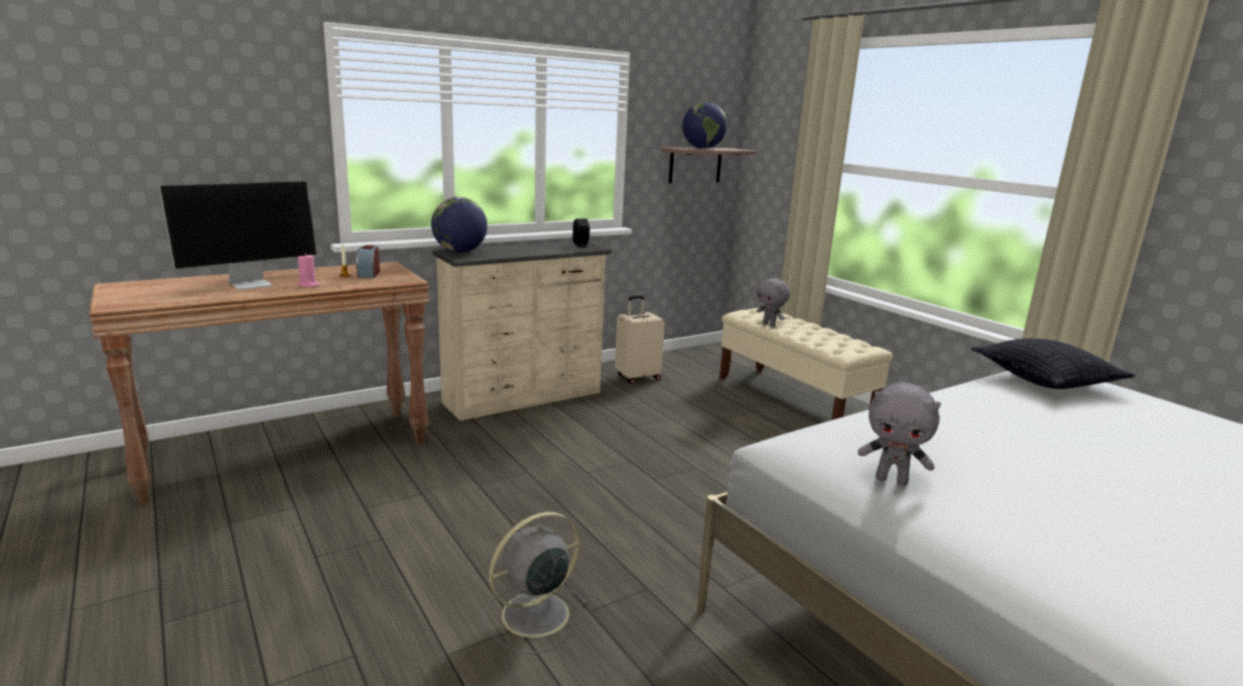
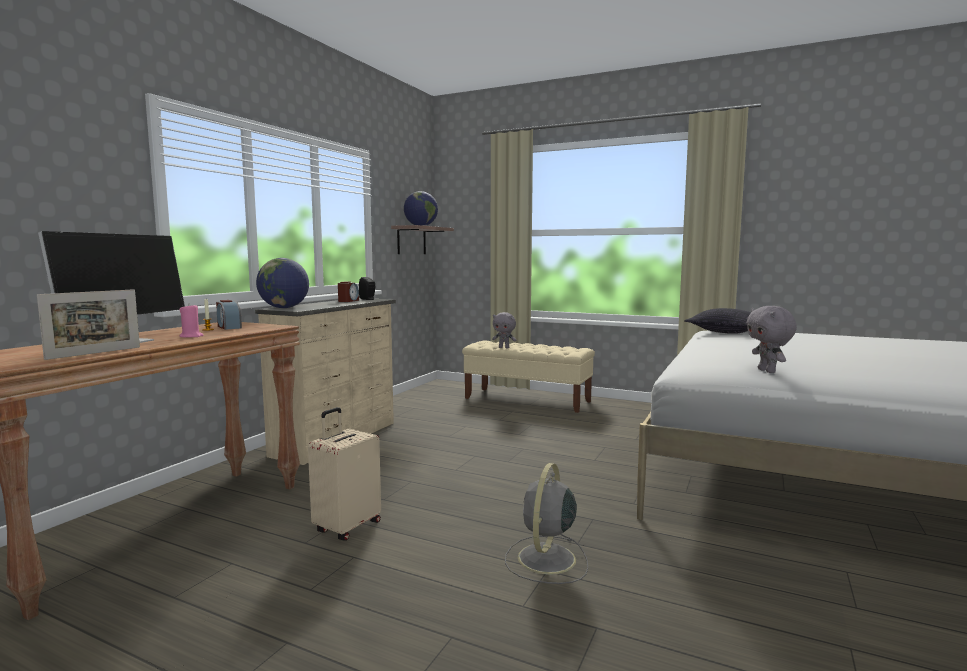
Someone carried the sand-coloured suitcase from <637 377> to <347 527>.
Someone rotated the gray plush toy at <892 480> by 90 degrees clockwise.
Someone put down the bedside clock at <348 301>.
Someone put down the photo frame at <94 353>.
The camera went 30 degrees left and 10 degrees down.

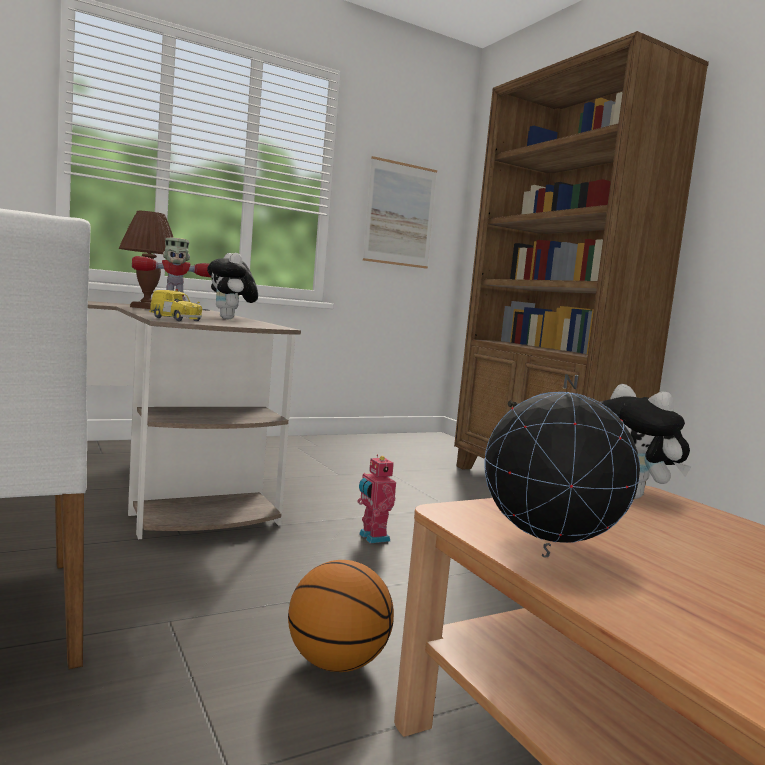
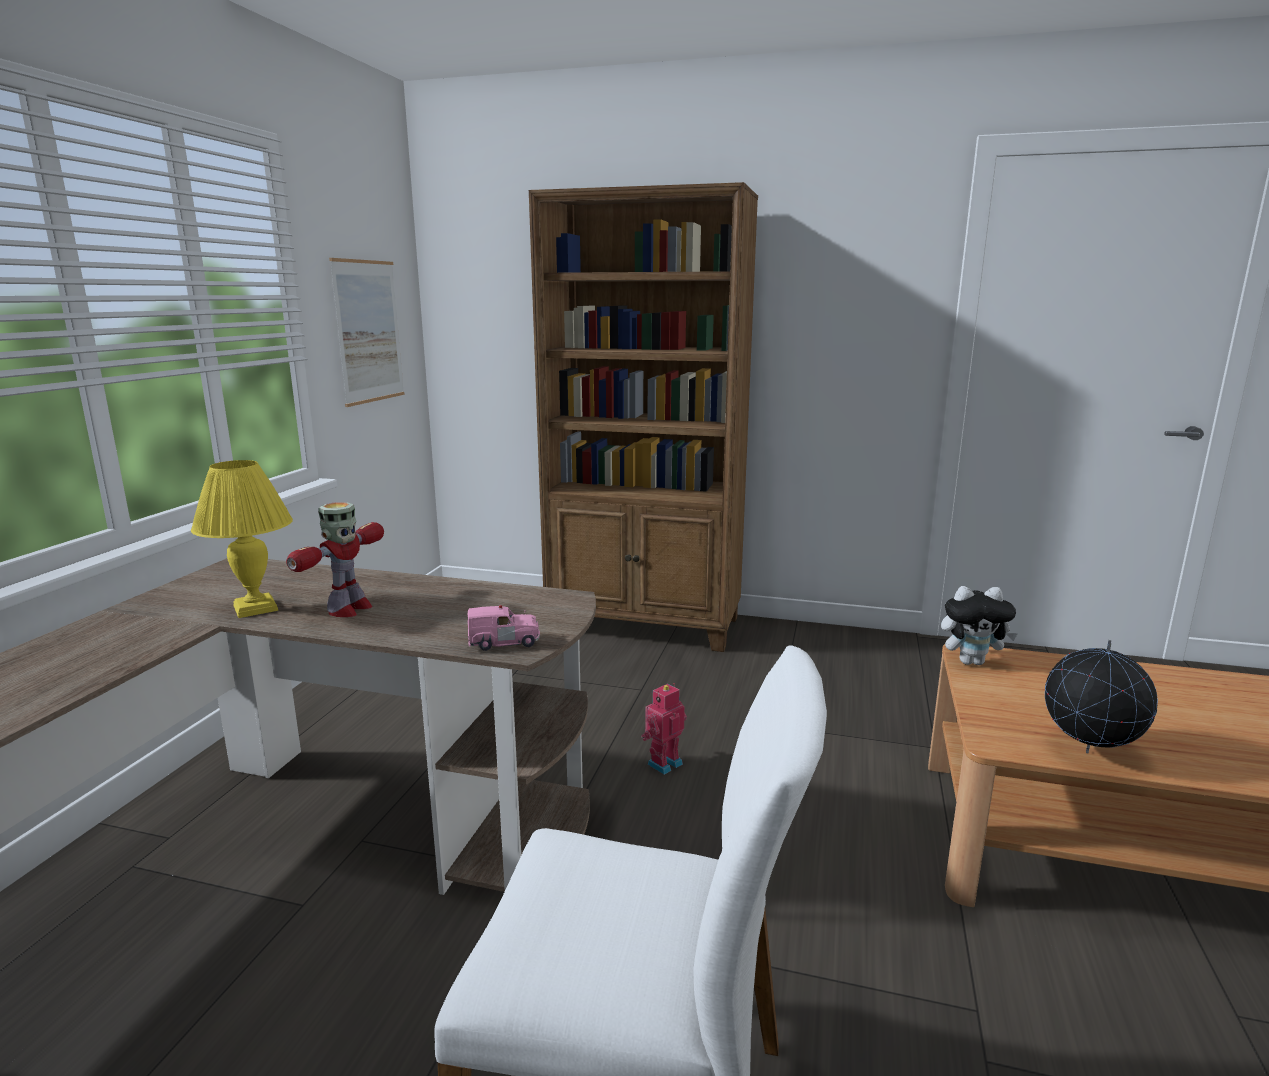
Someone repainted the brown lamp for a table at <146 308>, which became the yellowish lamp for a table at <256 608>.
Someone took away the plush toy at <231 319>.
Someone repainted the yellowish toy car at <176 319>, which became the pink-coloured toy car at <504 642>.
Someone rotated the toy robot at <372 537> by 120 degrees clockwise.
Someone took away the basketball ball at <337 663>.
The camera went 45 degrees left and 10 degrees up.

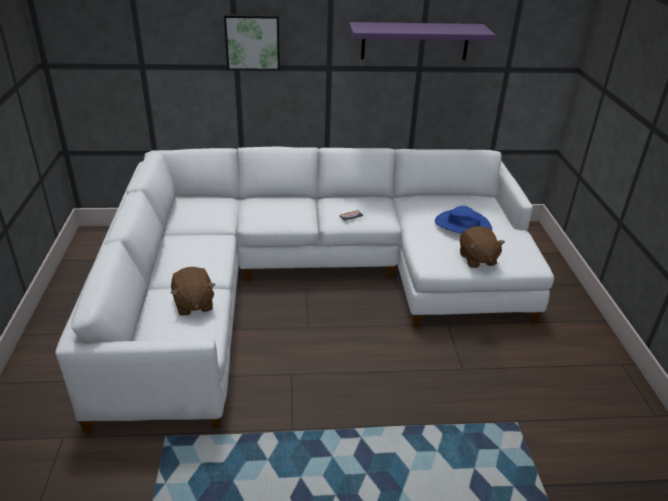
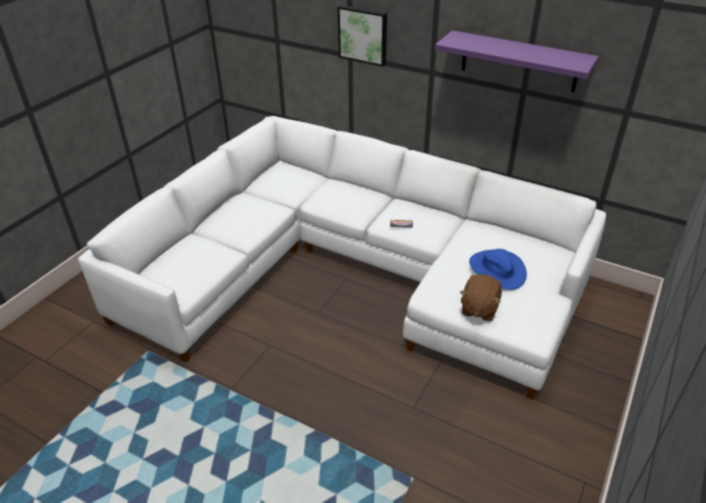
Someone took away the brown plush toy at <193 304>.
The camera went 35 degrees right and 5 degrees up.

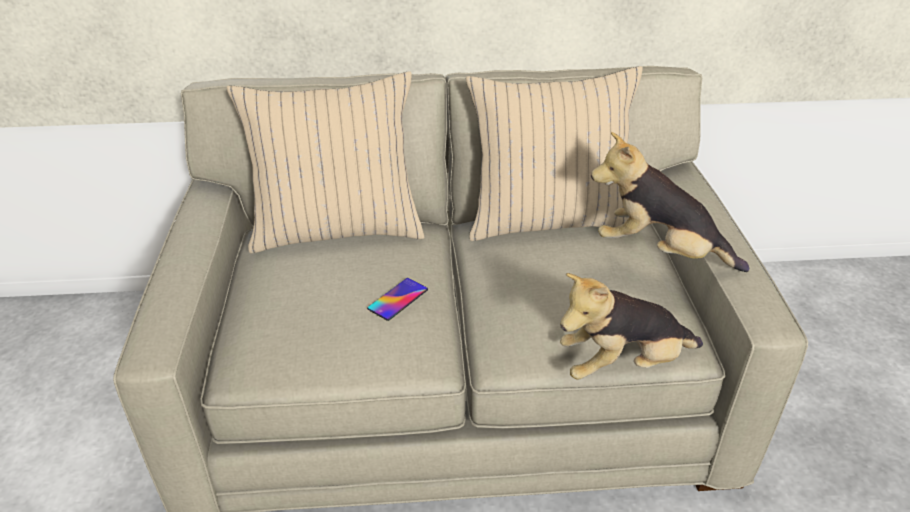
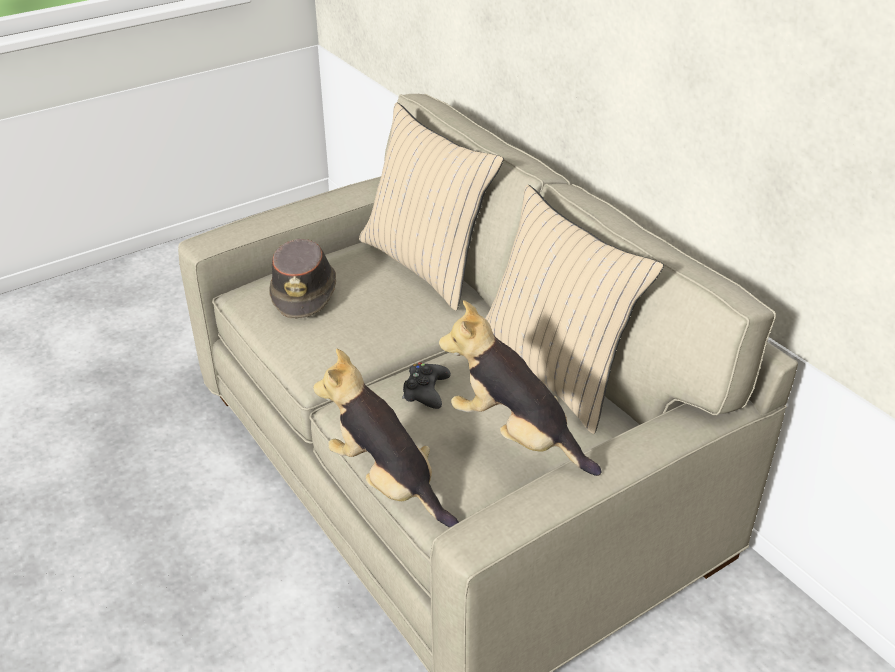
Someone rotated the plush toy at <659 253> by 45 degrees counterclockwise.
Someone took away the handset at <398 299>.
Someone put down the brown hat at <305 292>.
Someone put down the black game controller at <425 391>.
The camera went 60 degrees right and 0 degrees up.

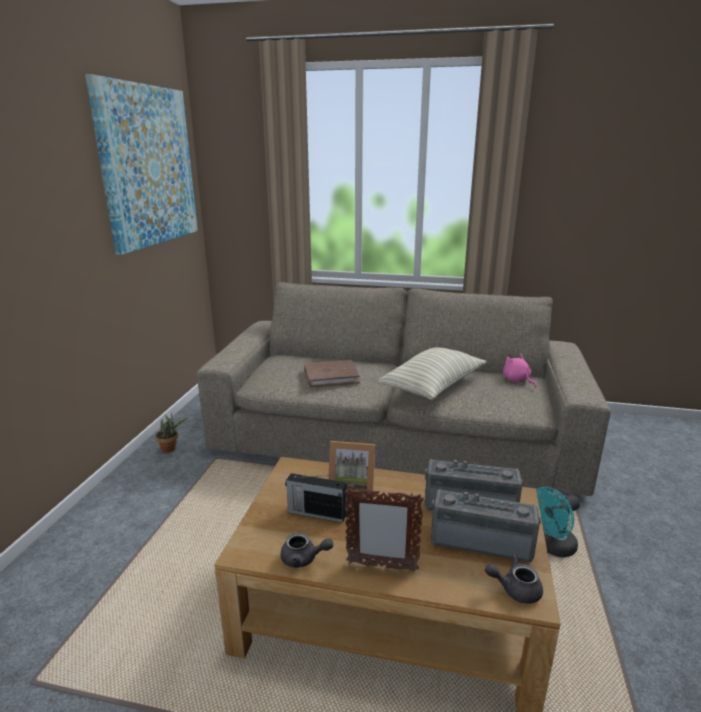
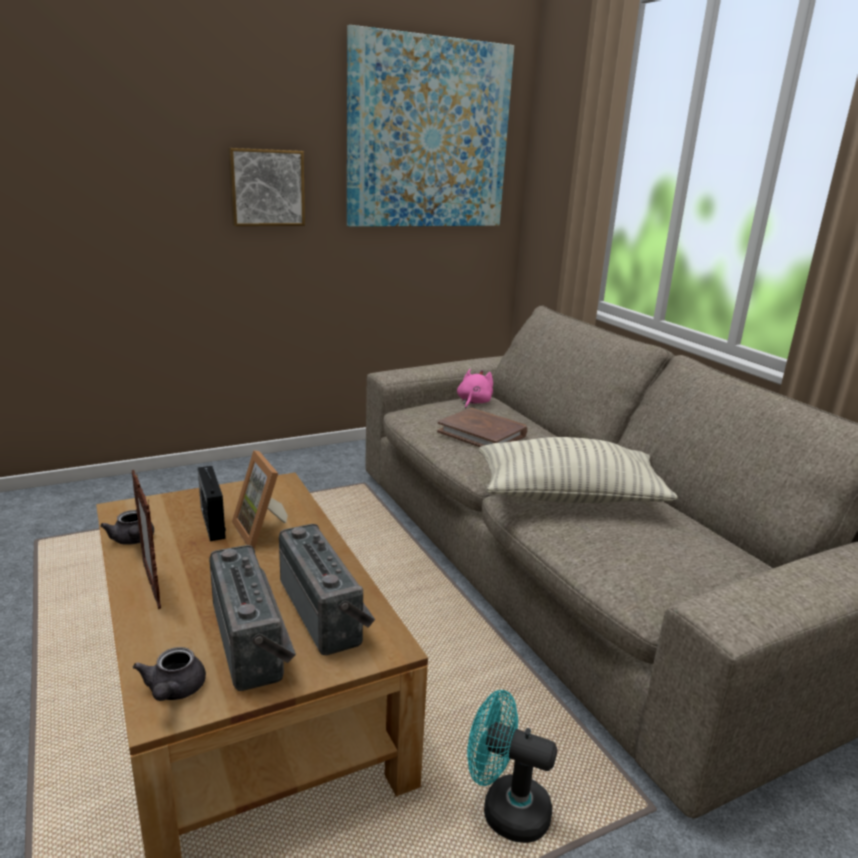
Someone carried the pink-coloured plush toy from <517 380> to <473 402>.
Someone took away the houseplant at <171 448>.
Someone rotated the gray pot for tea at <515 589> by 150 degrees counterclockwise.
Someone put up the wall picture at <266 187>.
The camera went 50 degrees right and 0 degrees up.

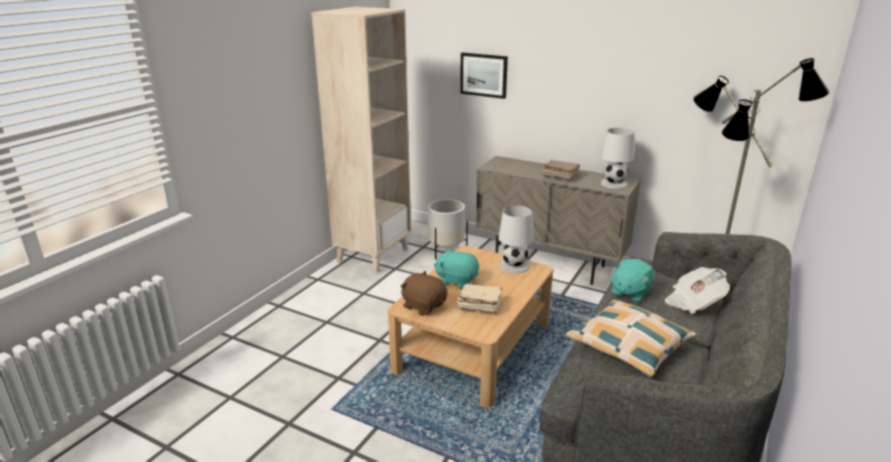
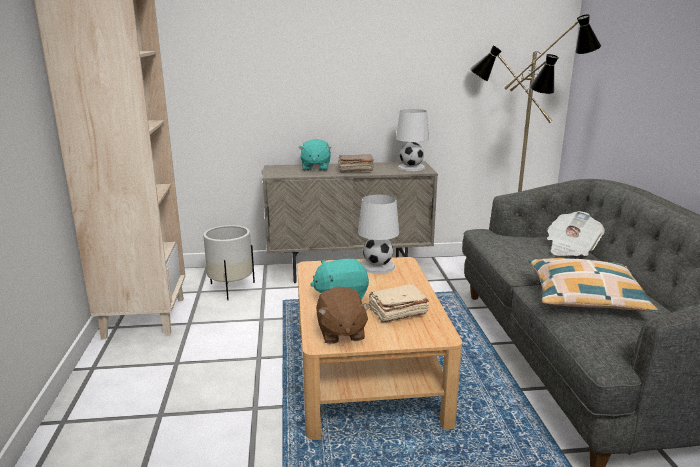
Someone took away the wall picture at <484 75>.
Someone carried the blue-green plush toy from <629 292> to <315 167>.
Someone rotated the brown plush toy at <424 306> by 105 degrees counterclockwise.
The camera went 35 degrees left and 5 degrees down.

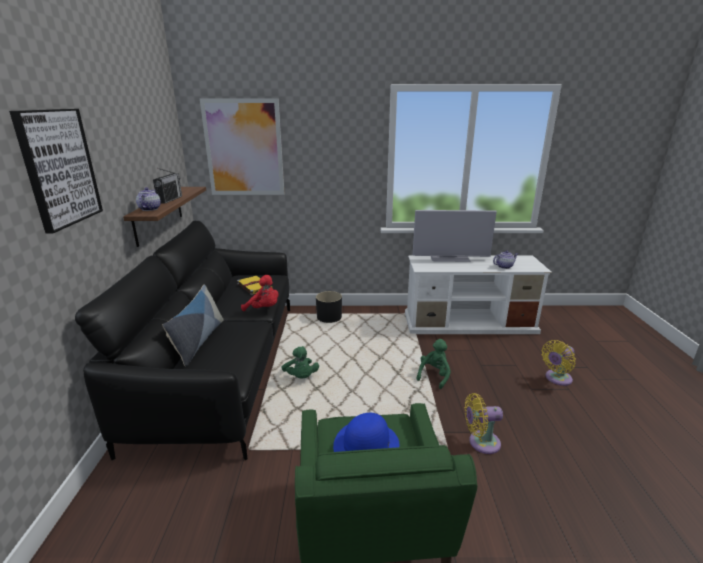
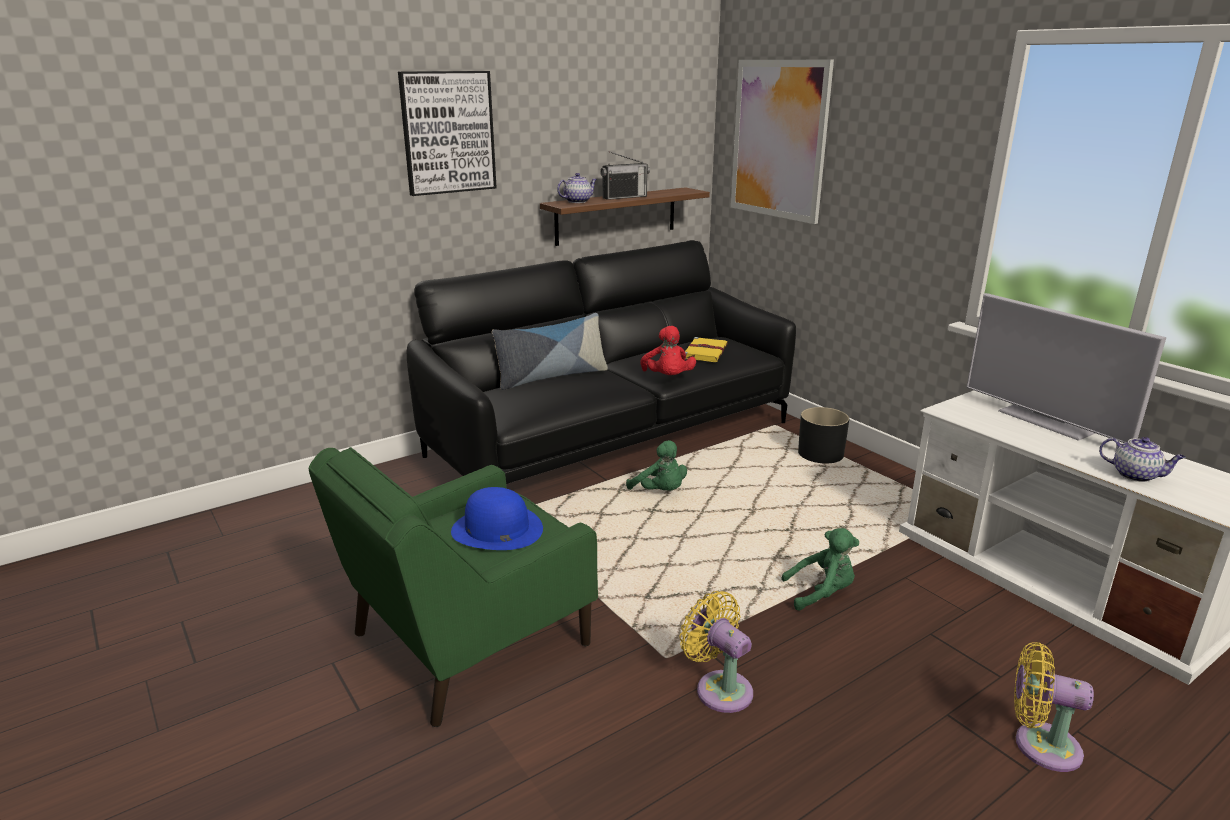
Someone rotated the greenish plush toy at <301 377> by 75 degrees counterclockwise.
The camera went 55 degrees right and 0 degrees up.

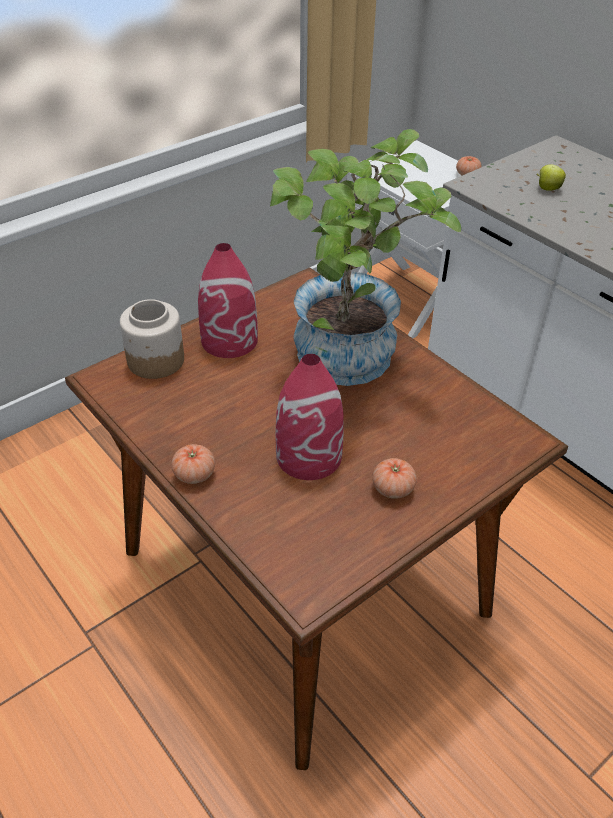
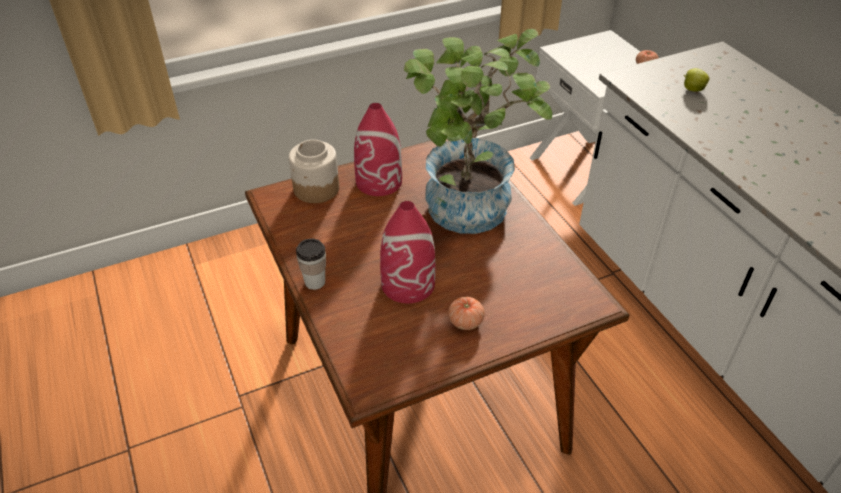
Someone swapped the whole tomato at <194 474> for the small cup at <315 282>.
The camera went 15 degrees right and 0 degrees up.

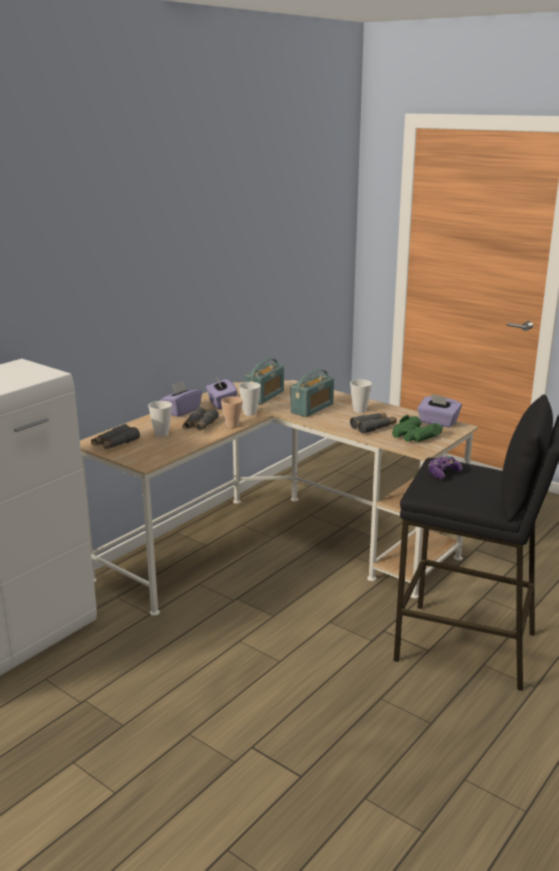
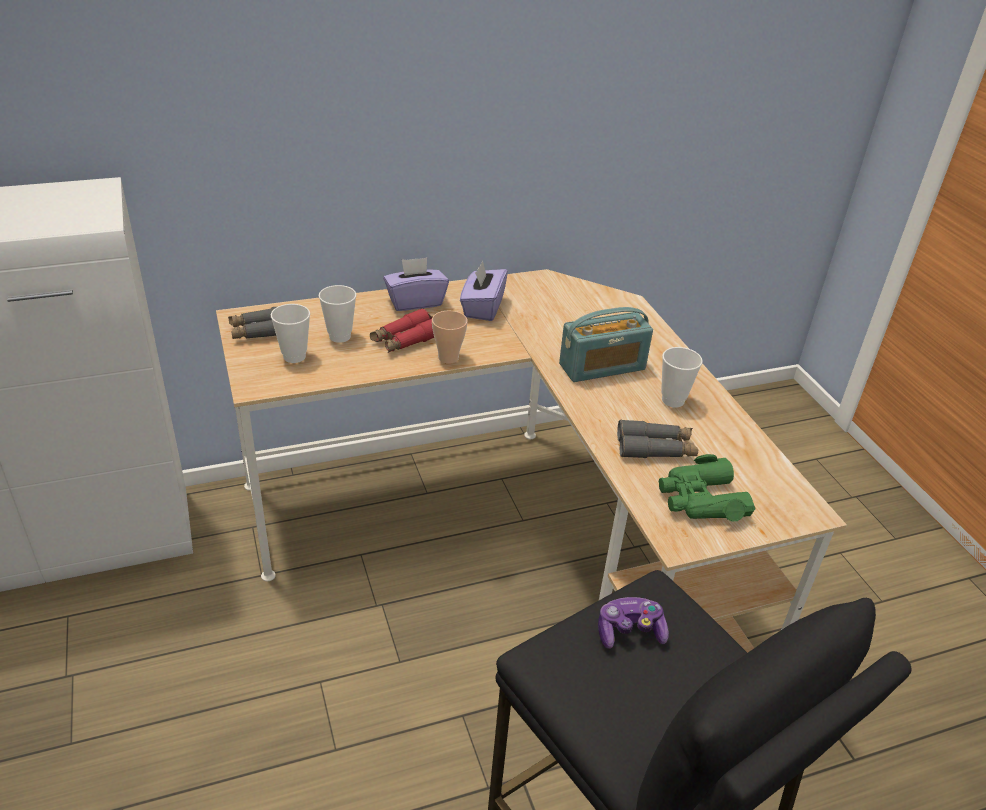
Someone took away the radio set at <264 396>.
Someone carried the small cup from <250 413> to <294 356>.
Someone took away the purple-coloured box of tissues at <438 422>.
Someone repainted the gray binoculars at <199 425>, which became the reddish binoculars at <406 340>.
The camera went 30 degrees right and 15 degrees up.

